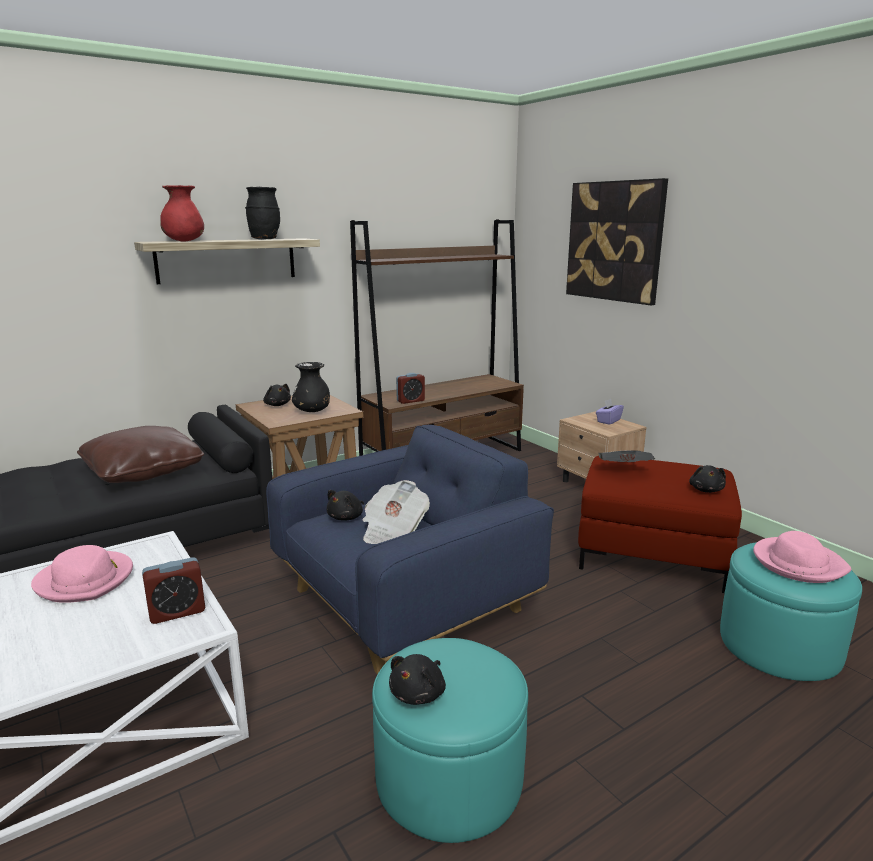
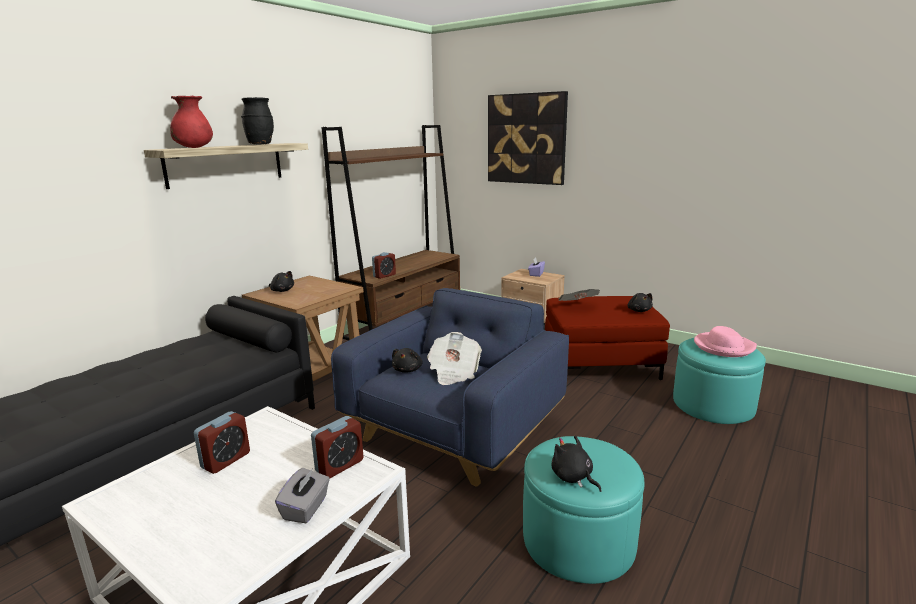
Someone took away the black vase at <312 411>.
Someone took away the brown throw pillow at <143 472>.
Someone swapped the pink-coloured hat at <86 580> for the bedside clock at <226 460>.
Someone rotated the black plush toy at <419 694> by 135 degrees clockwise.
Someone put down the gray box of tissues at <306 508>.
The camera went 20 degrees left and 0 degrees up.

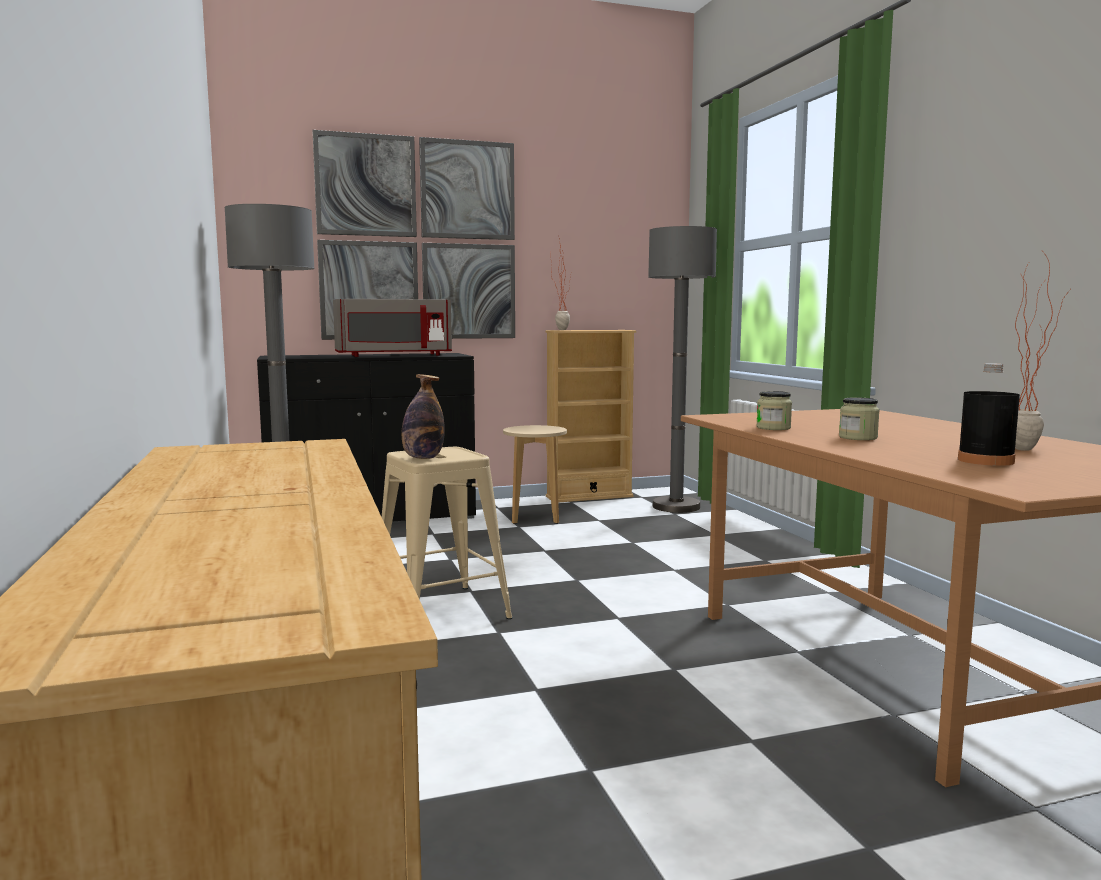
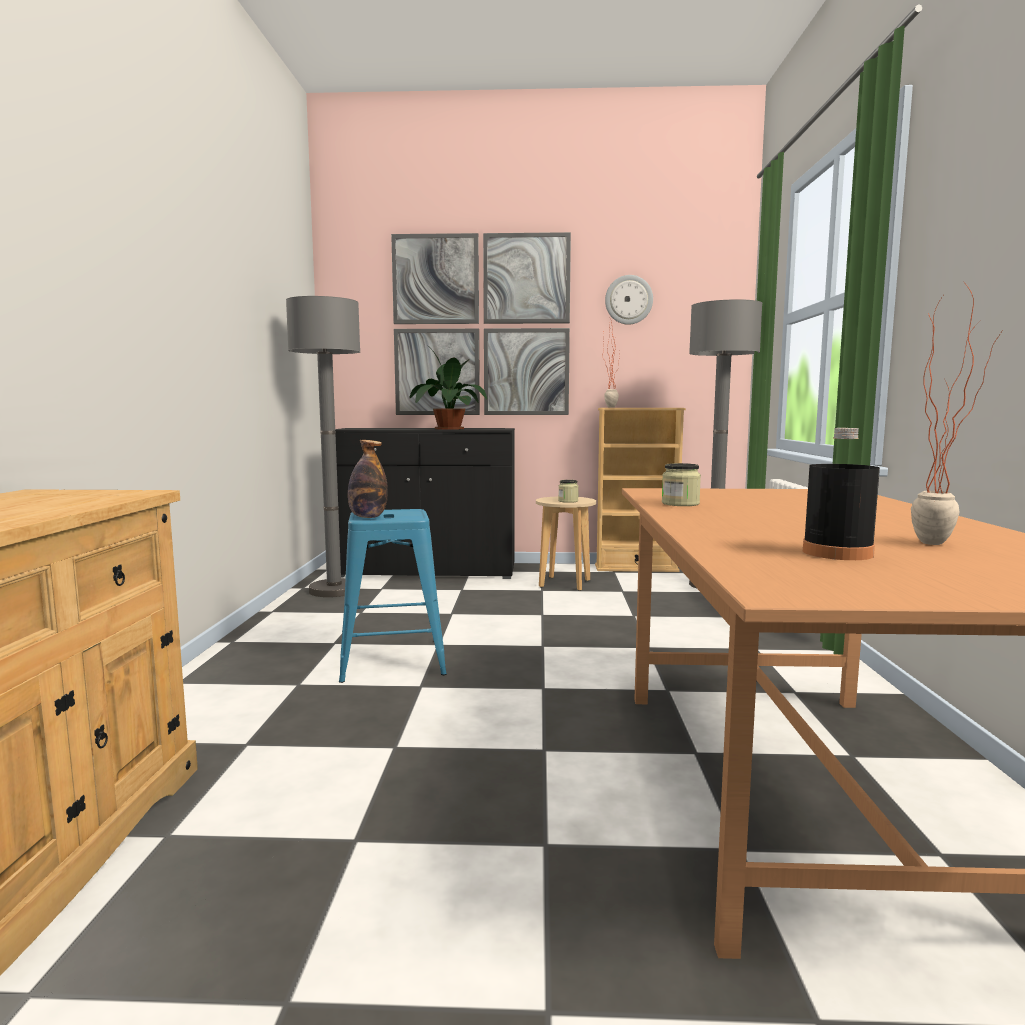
Someone swapped the gray kitchen microwave at <394 355> for the houseplant at <446 429>.
Someone carried the preserve jar from <858 437> to <568 501>.
Someone repainted the sand-coloured sitting stool at <439 612>, which became the bluish sitting stool at <392 660>.
Someone put up the clock on the wall at <628 300>.
The camera went 20 degrees right and 0 degrees up.

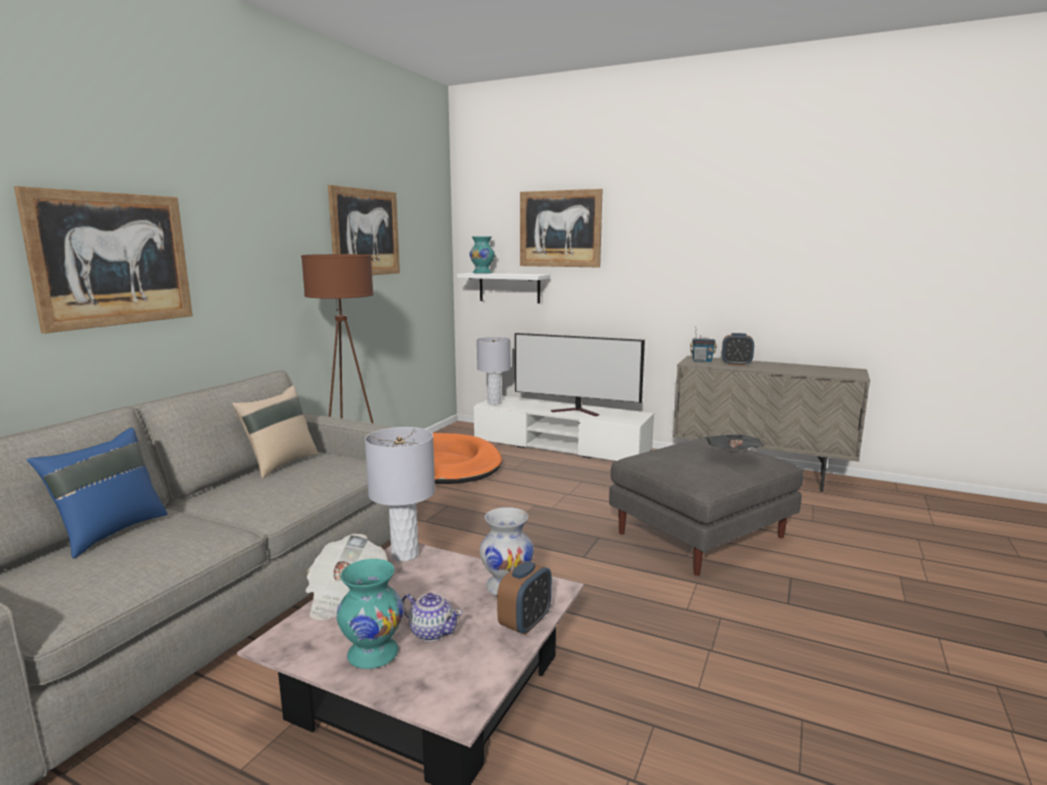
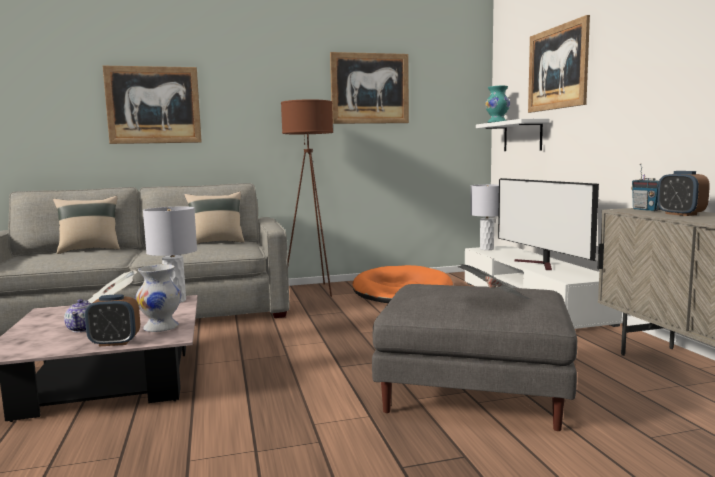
Someone repainted the bluish throw pillow at <110 532>, which became the sand-coloured throw pillow at <90 250>.
Someone took away the blue-green vase at <373 654>.
The camera went 50 degrees right and 5 degrees down.

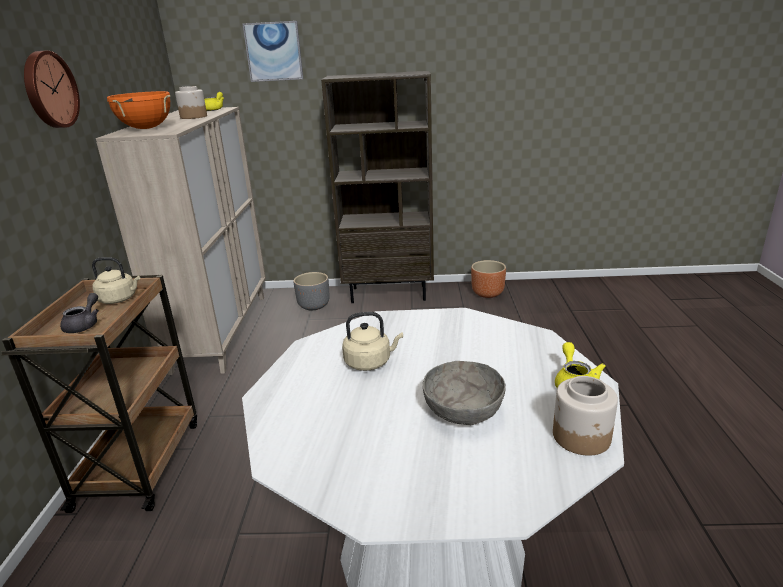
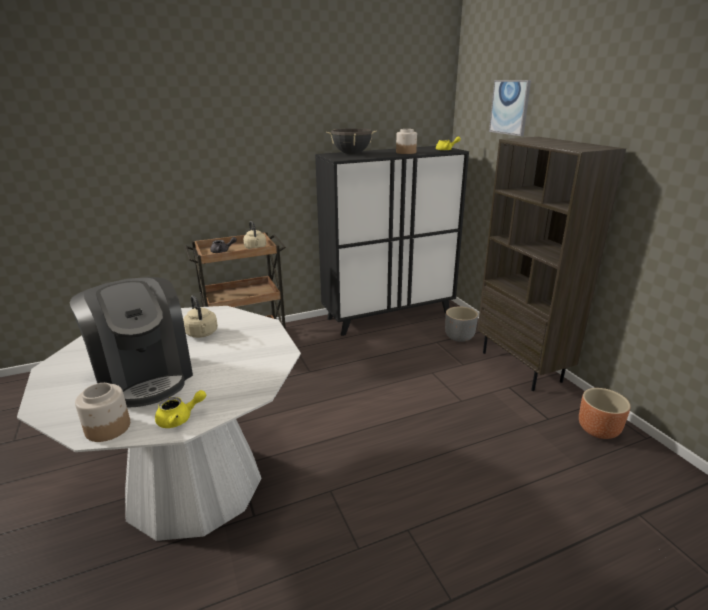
Someone took away the clock on the wall at <49 90>.
Someone repainted the orange-coloured stockpot at <146 128>, which became the black stockpot at <351 154>.
Someone repainted the sand-coloured cupboard at <221 331>, which became the black cupboard at <389 315>.
Someone swapped the gray deep dish at <463 410> for the coffee brewer at <144 376>.
The camera went 65 degrees right and 0 degrees up.

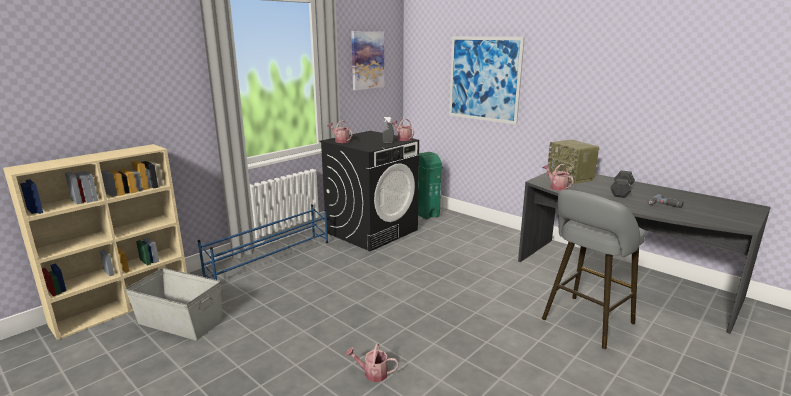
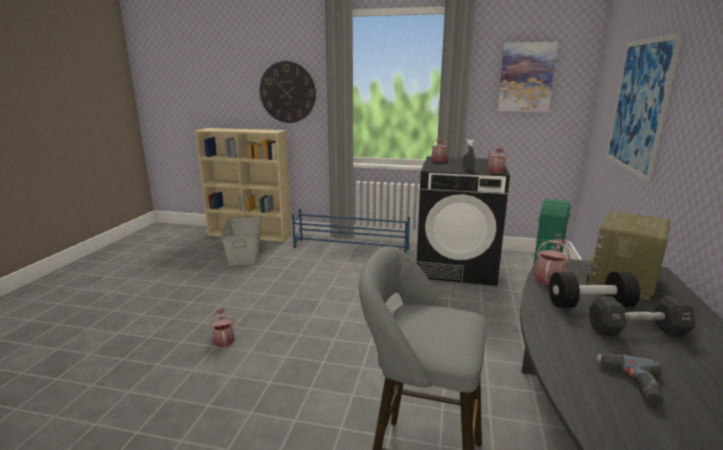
Someone put up the clock on the wall at <287 92>.
Someone put down the black free weight at <589 305>.
The camera went 60 degrees right and 0 degrees up.

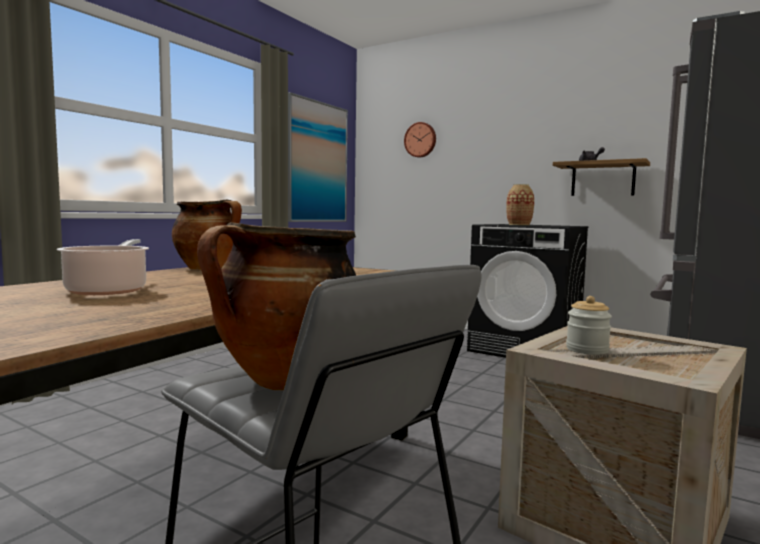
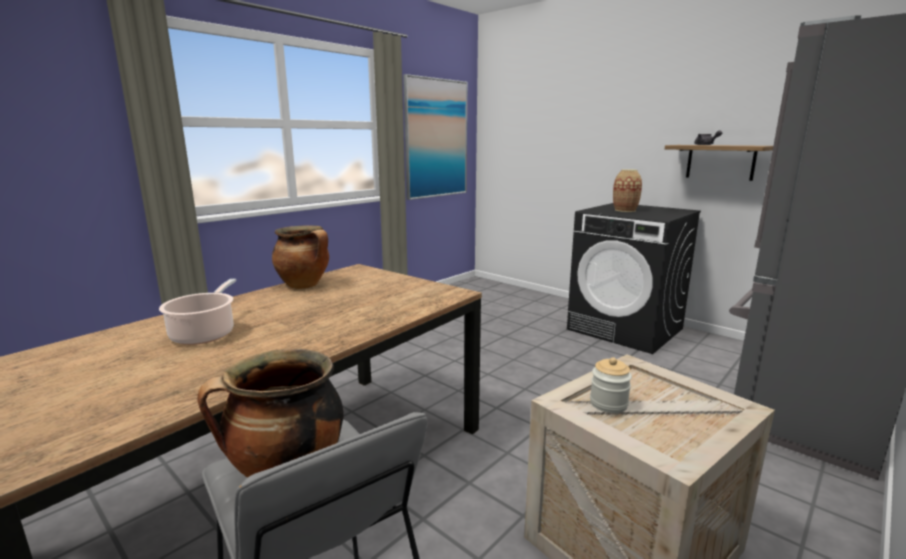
Someone took away the clock on the wall at <420 140>.
The camera went 10 degrees right and 10 degrees up.

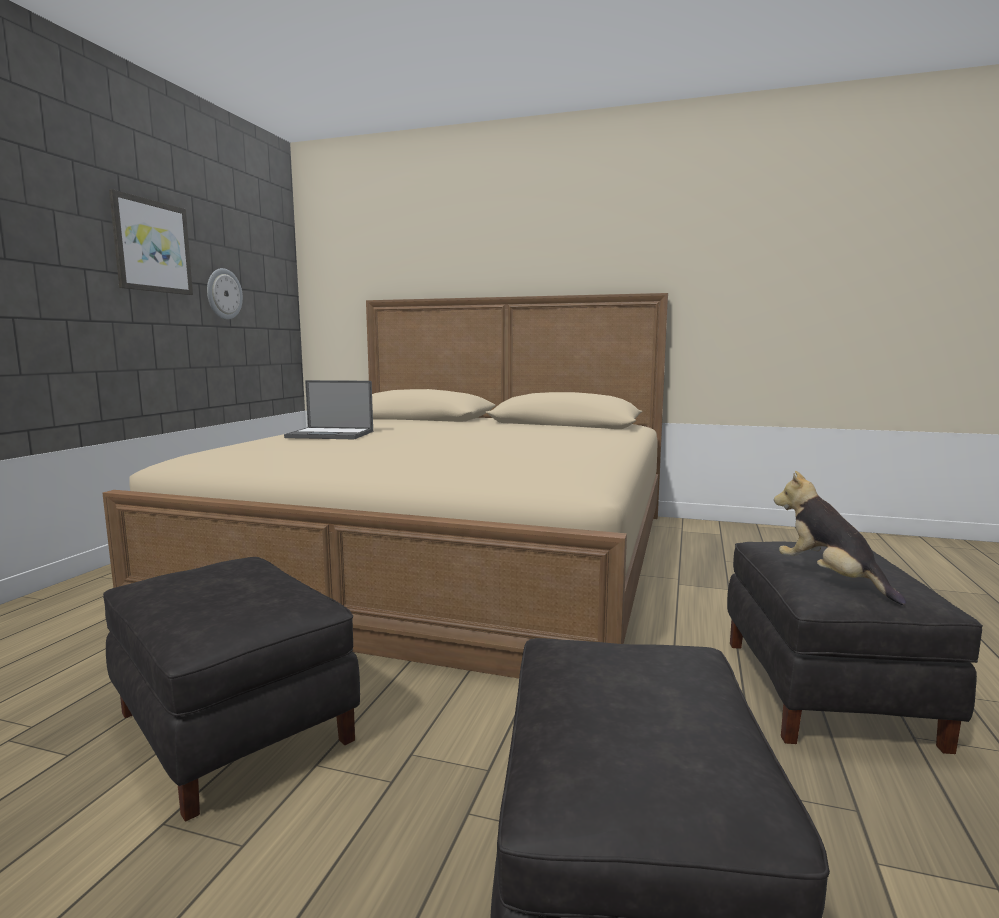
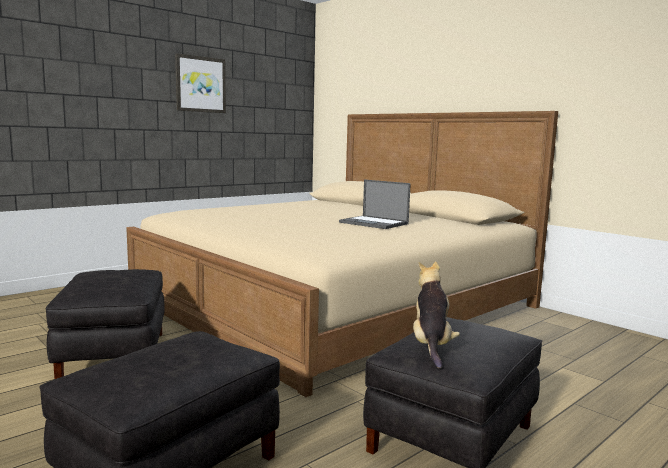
Someone took away the clock on the wall at <223 294>.
Someone carried the notebook computer from <331 434> to <374 223>.
The camera went 30 degrees right and 0 degrees up.

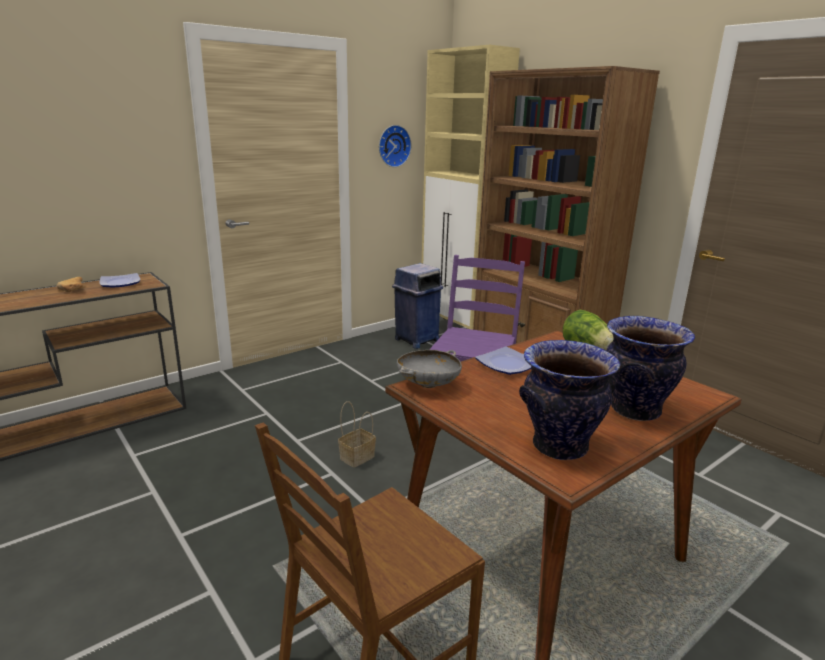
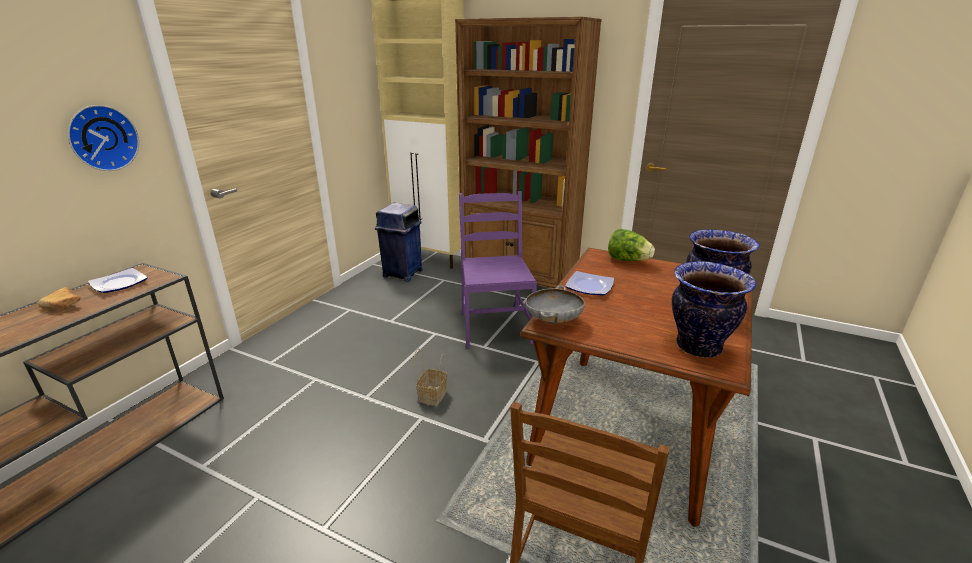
Someone carried the clock on the wall from <393 146> to <102 138>.
The camera went 25 degrees left and 5 degrees up.

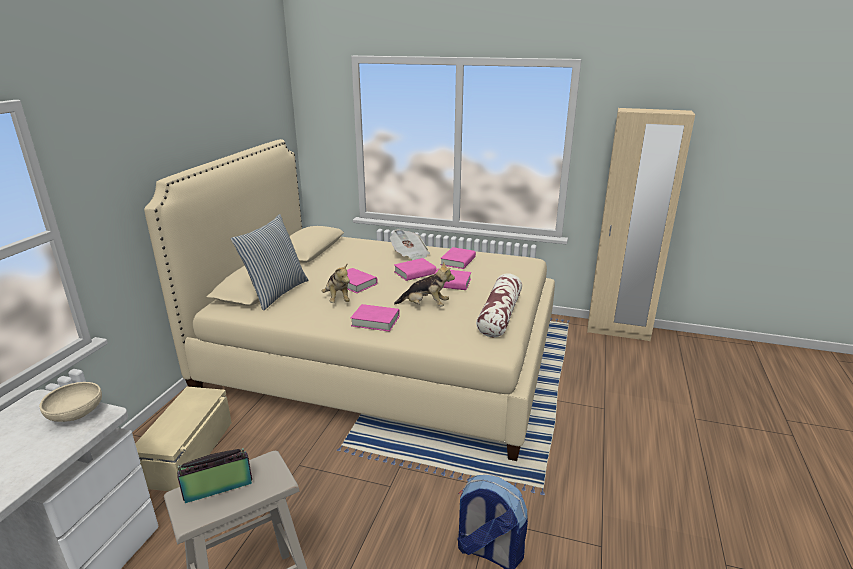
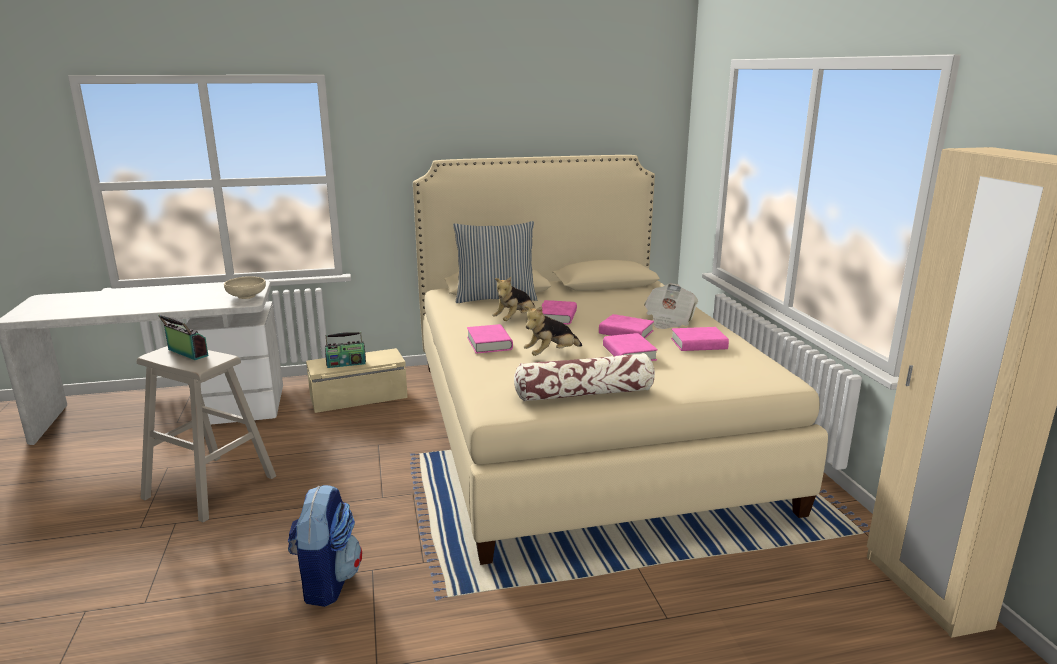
Someone rotated the plush toy at <425 306> by 75 degrees clockwise.
Someone put down the radio set at <346 363>.
The camera went 60 degrees right and 5 degrees down.

